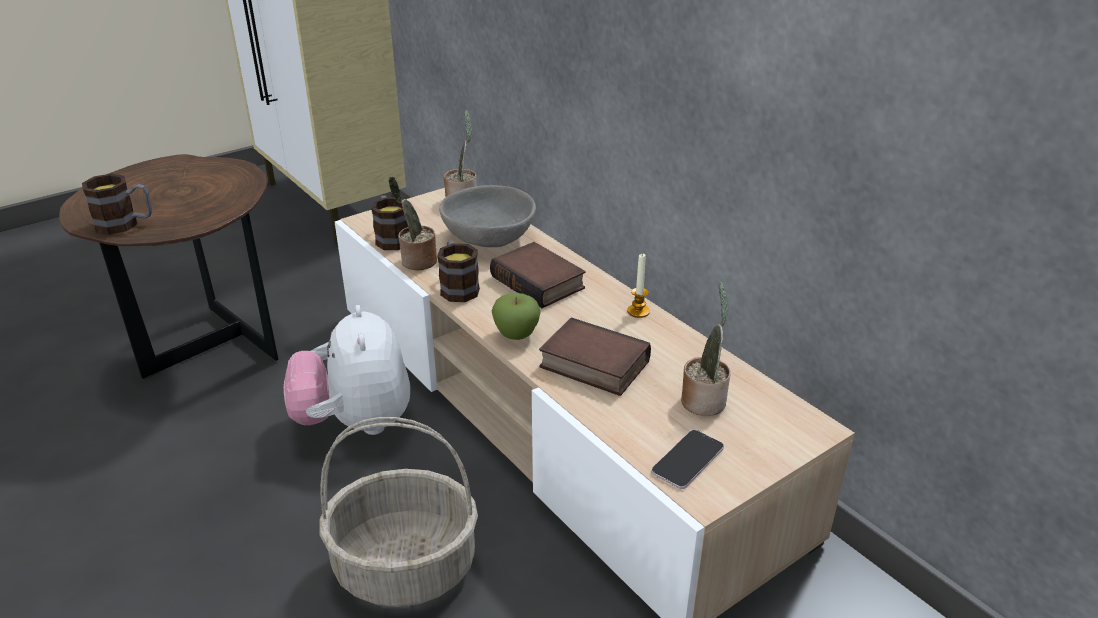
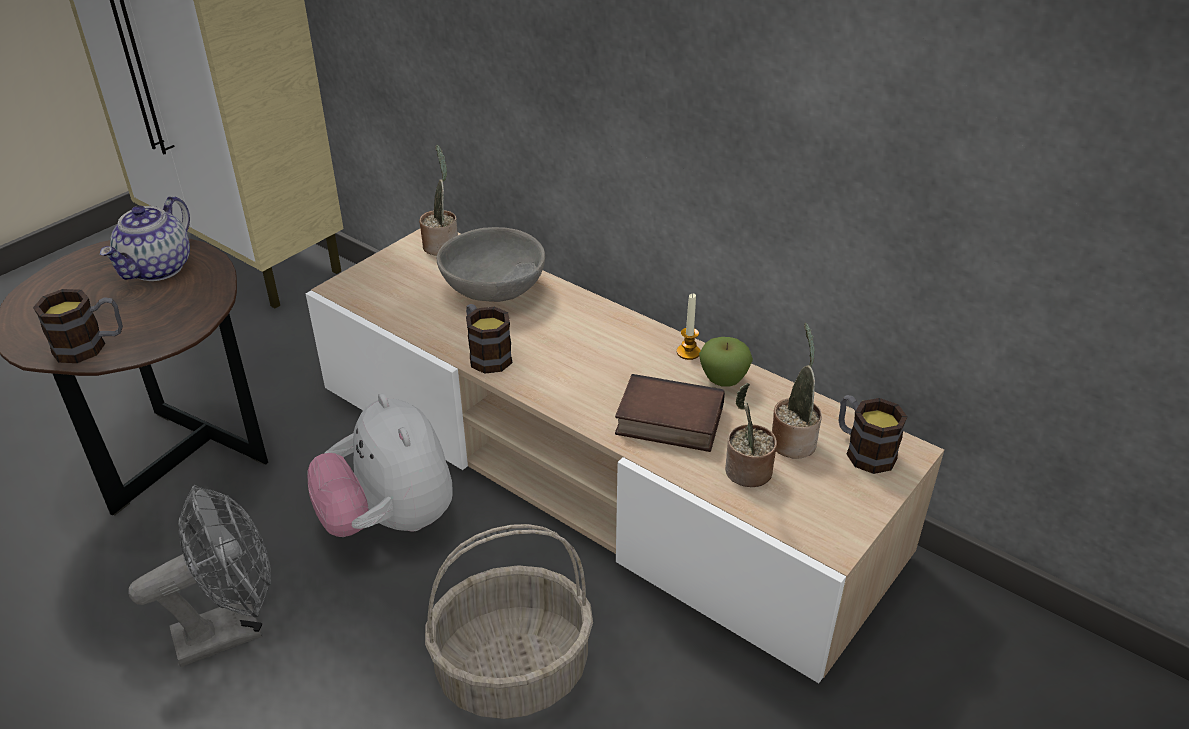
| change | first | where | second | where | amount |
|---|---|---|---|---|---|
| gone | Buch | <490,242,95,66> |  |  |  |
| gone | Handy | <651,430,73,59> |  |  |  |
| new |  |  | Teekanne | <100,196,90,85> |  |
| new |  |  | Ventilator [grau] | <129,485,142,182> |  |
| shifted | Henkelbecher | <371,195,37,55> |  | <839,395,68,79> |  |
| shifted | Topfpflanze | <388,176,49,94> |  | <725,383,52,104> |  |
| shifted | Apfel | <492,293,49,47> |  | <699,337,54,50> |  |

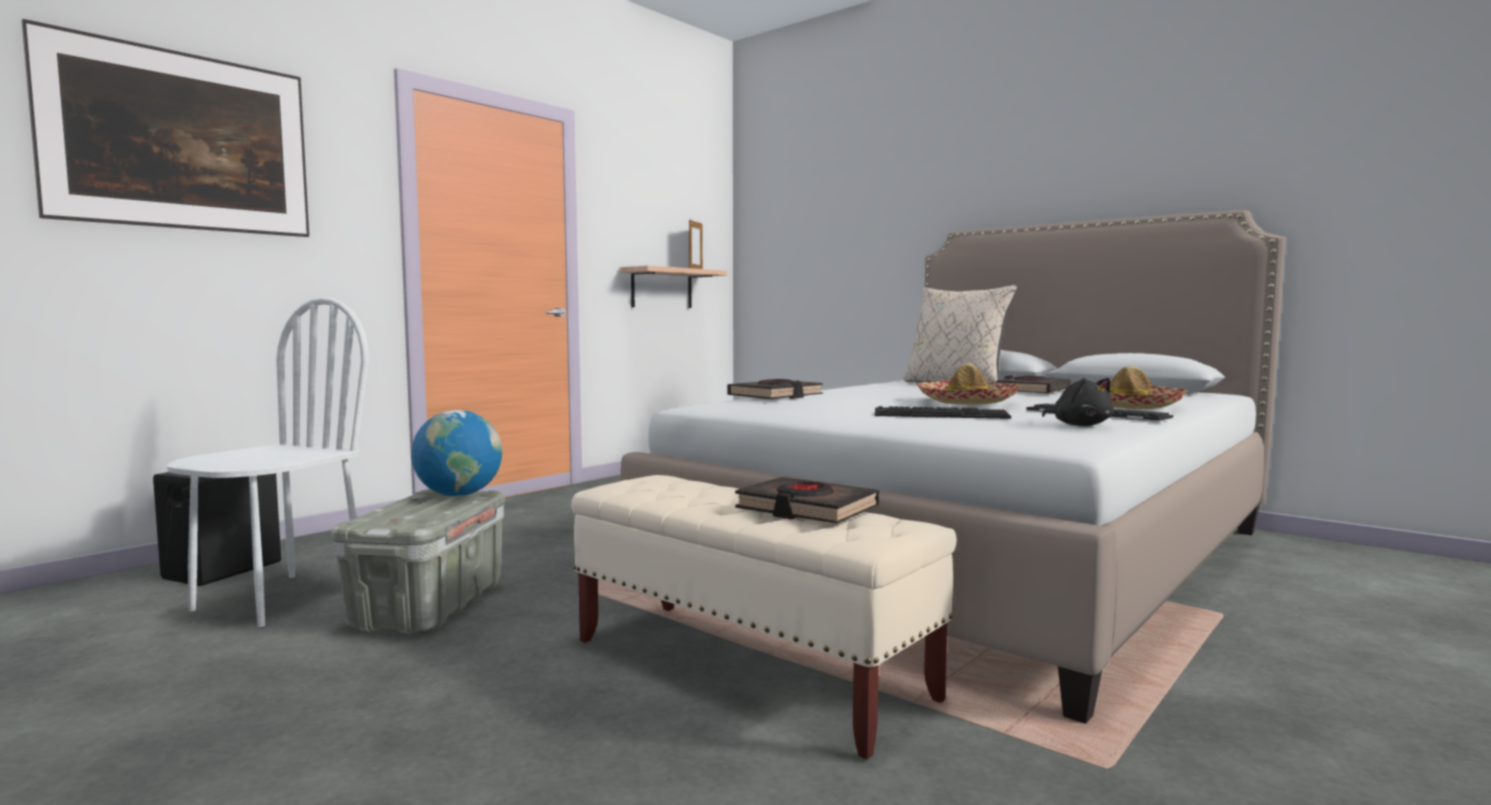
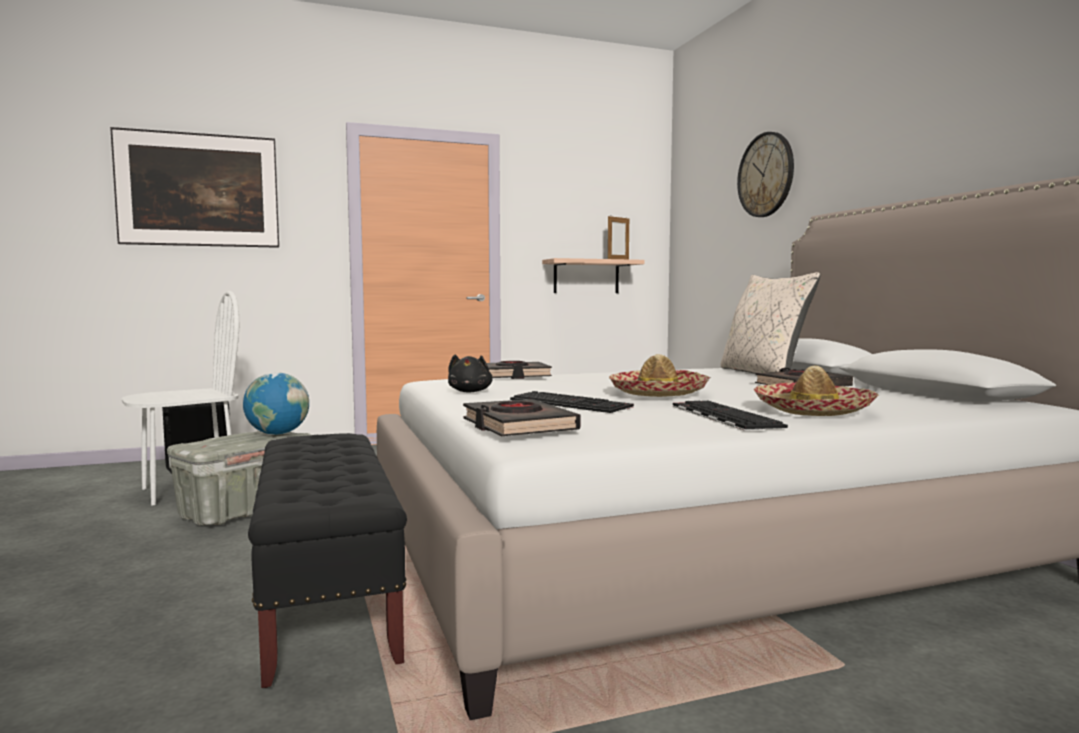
| change | first | where | second | where | amount |
|---|---|---|---|---|---|
| new |  |  | Wanduhr | <737,132,57,85> |  |
| shifted | Buch [schwarz] | <735,477,144,46> |  | <463,399,118,37> |  |
| shifted | Plüschtier [schwarz] | <1042,378,71,48> |  | <448,355,45,38> |  |
| repainted | Bank [beige] | <571,475,386,285> | Bank [schwarz] | <248,433,159,255> |  |

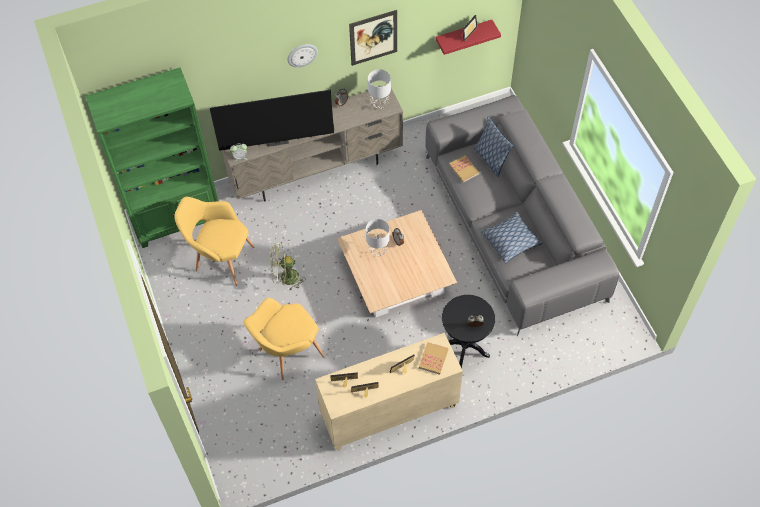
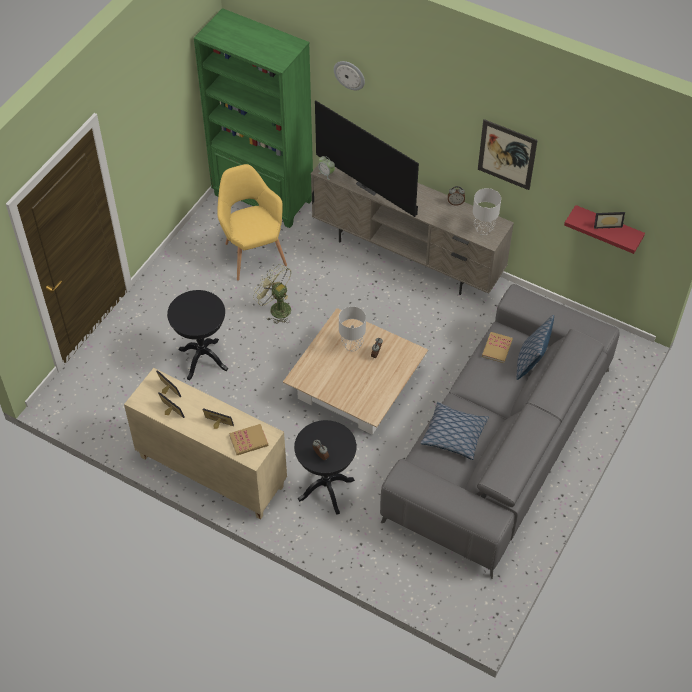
| change | first | where | second | where | amount |
|---|---|---|---|---|---|
| shifted | Wanduhr | <287,44,31,23> |  | <334,61,31,29> |  |
| swapped | Sessel [gelb] | <244,298,81,82> | Beistelltisch [schwarz] | <167,290,61,90> |  |

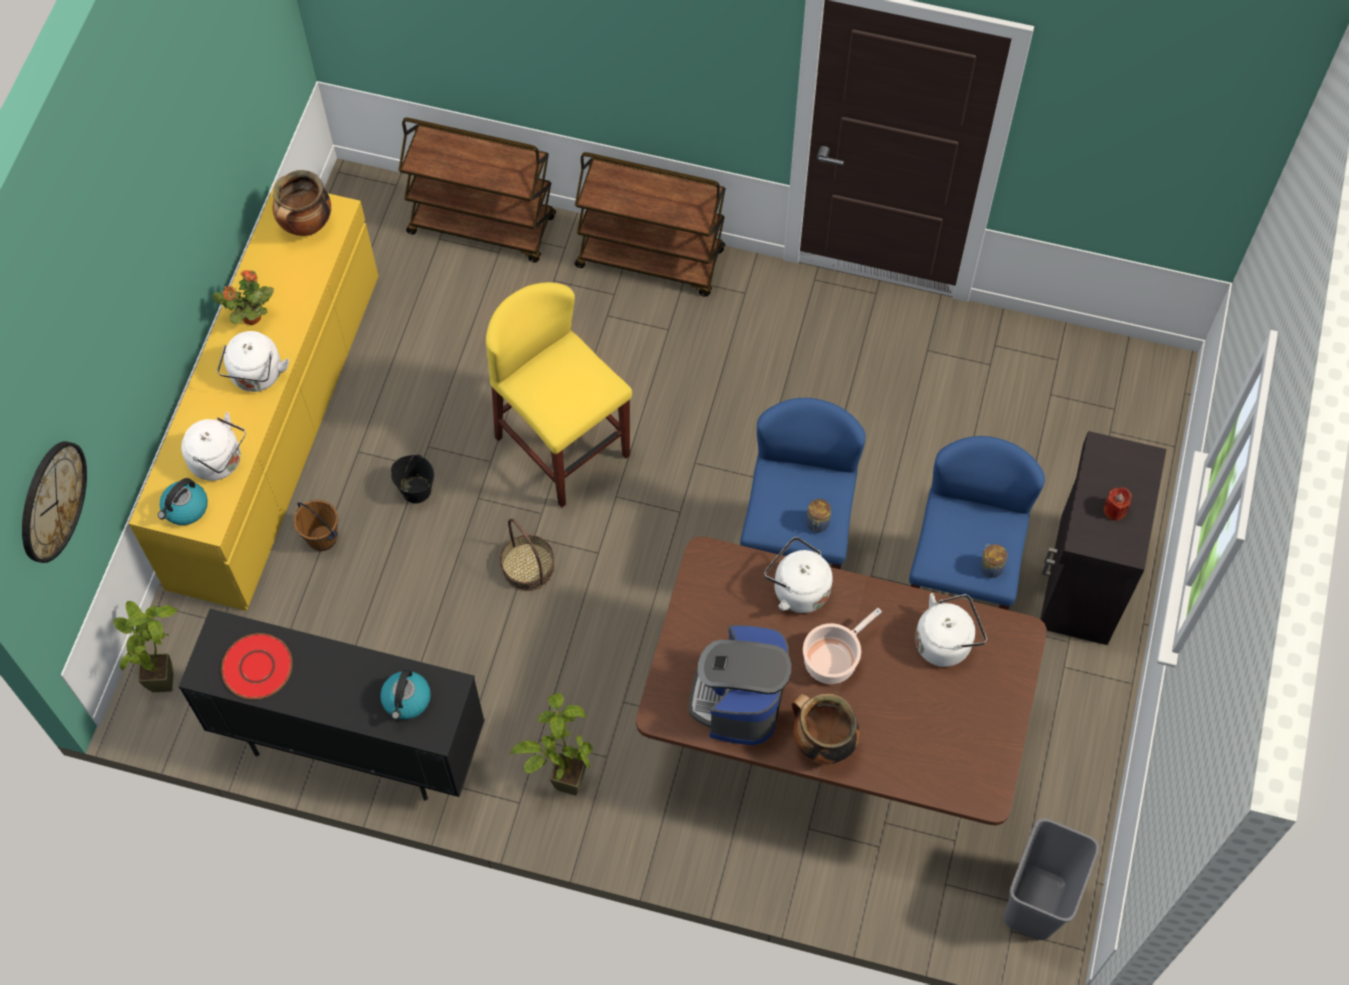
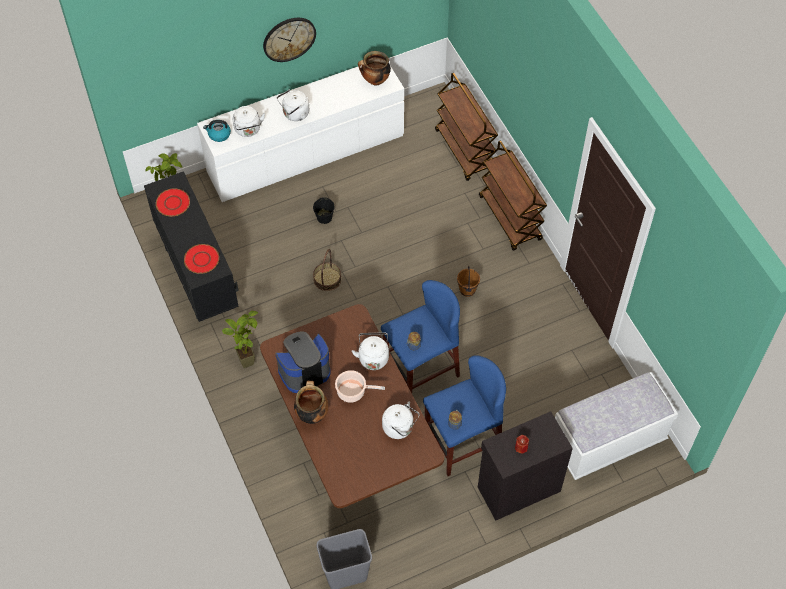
| change | first | where | second | where | amount |
|---|---|---|---|---|---|
| gone | Topfpflanze | <212,270,62,55> |  |  |  |
| gone | Hocker [gelb] | <486,282,146,226> |  |  |  |
| new |  |  | Bank [weiß] | <555,372,123,108> |  |
| shifted | Wanduhr | <22,441,65,122> |  | <263,18,53,44> |  |
| shifted | Eimer [braun] | <294,500,44,51> |  | <457,266,23,31> |  |
| swapped | Wasserkessel | <380,668,51,52> | Teller [rot] | <184,244,35,30> |  |
| repainted | Kommode [gelb] | <129,182,249,429> | Kommode [weiß] | <197,65,207,137> |  |

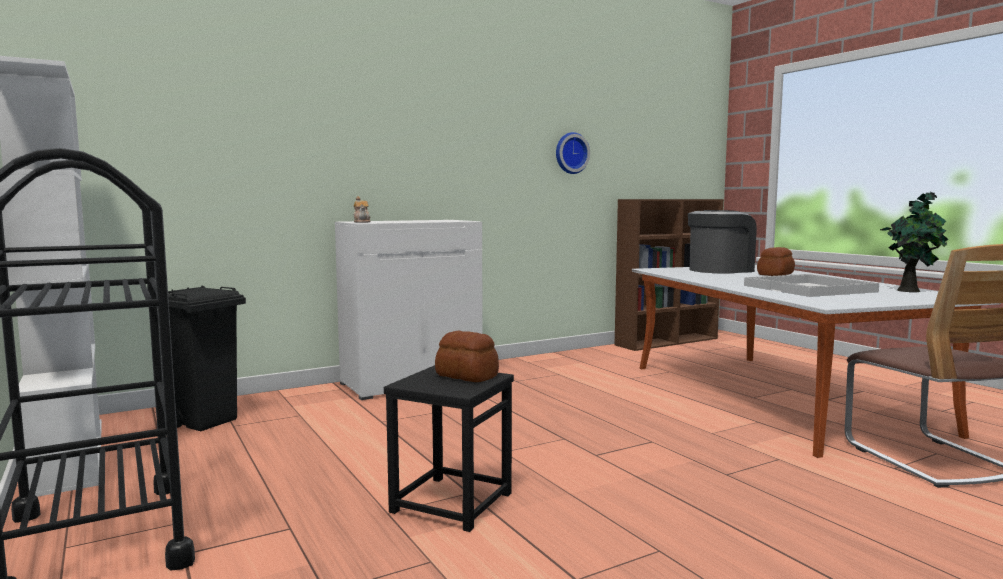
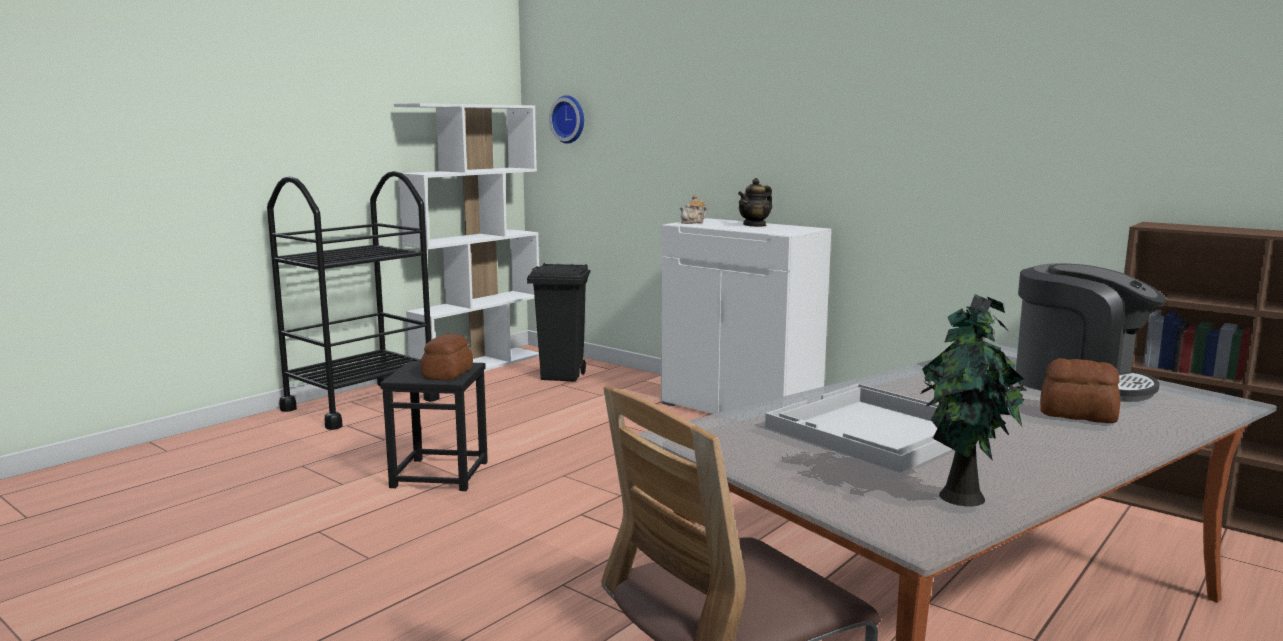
| change | first | where | second | where | amount |
|---|---|---|---|---|---|
| new |  |  | Teekanne | <738,178,34,49> |  |
| shifted | Wanduhr | <556,132,34,42> |  | <549,95,35,49> |  |

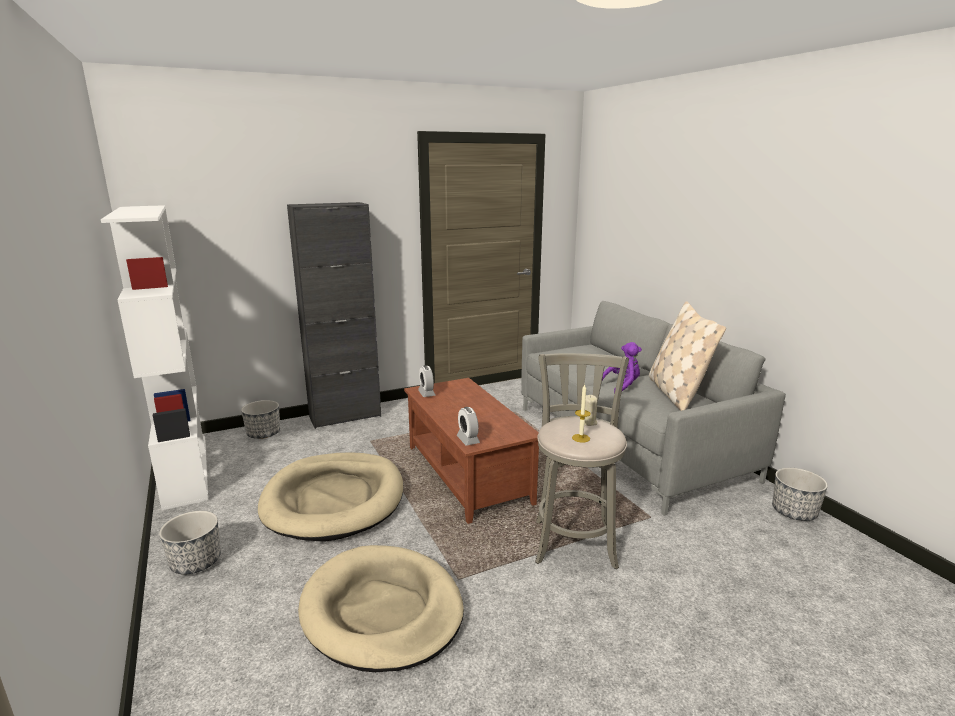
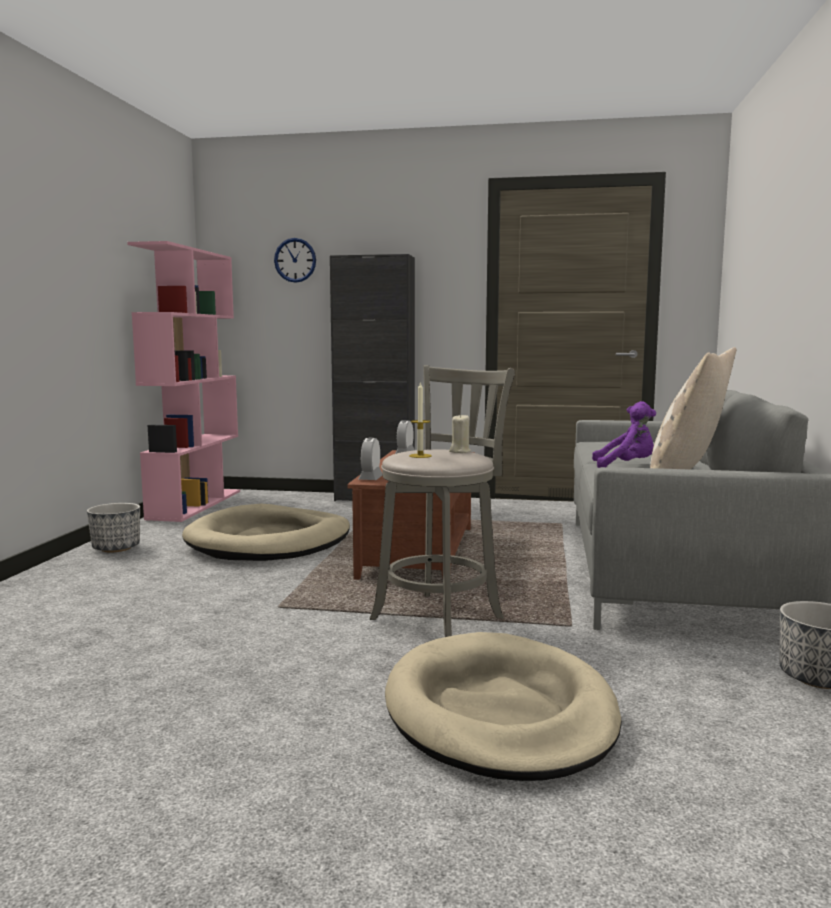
| change | first | where | second | where | amount |
|---|---|---|---|---|---|
| gone | Pflanzkübel | <241,400,39,39> |  |  |  |
| new |  |  | Wanduhr | <274,238,42,45> |  |
| shifted | Hundebett [beige] | <298,545,166,127> |  | <385,632,237,149> |  |
| repainted | Bücherregal [weiß] | <101,205,107,305> | Bücherregal [rosa] | <127,241,113,281> |  |

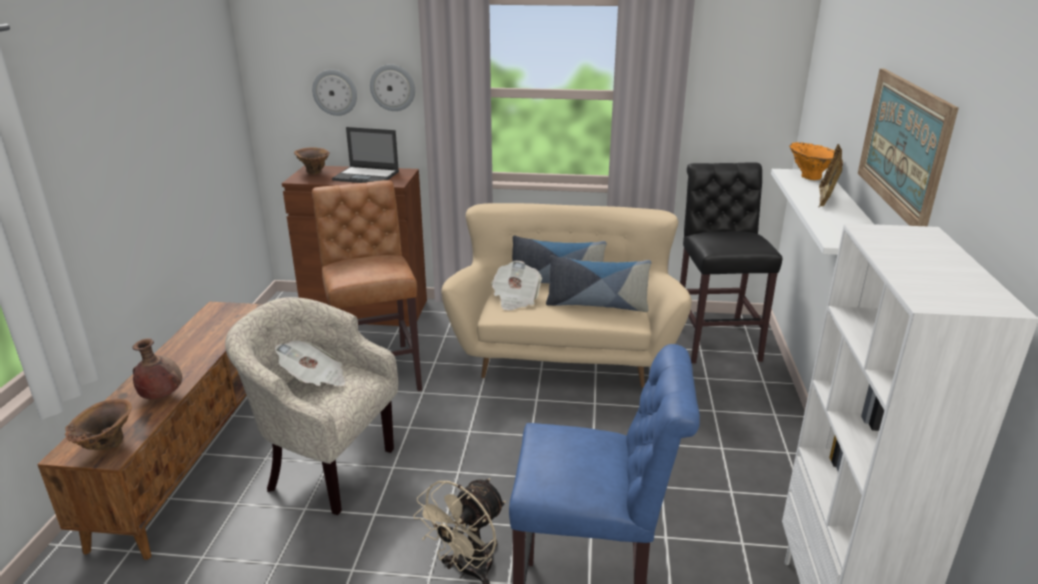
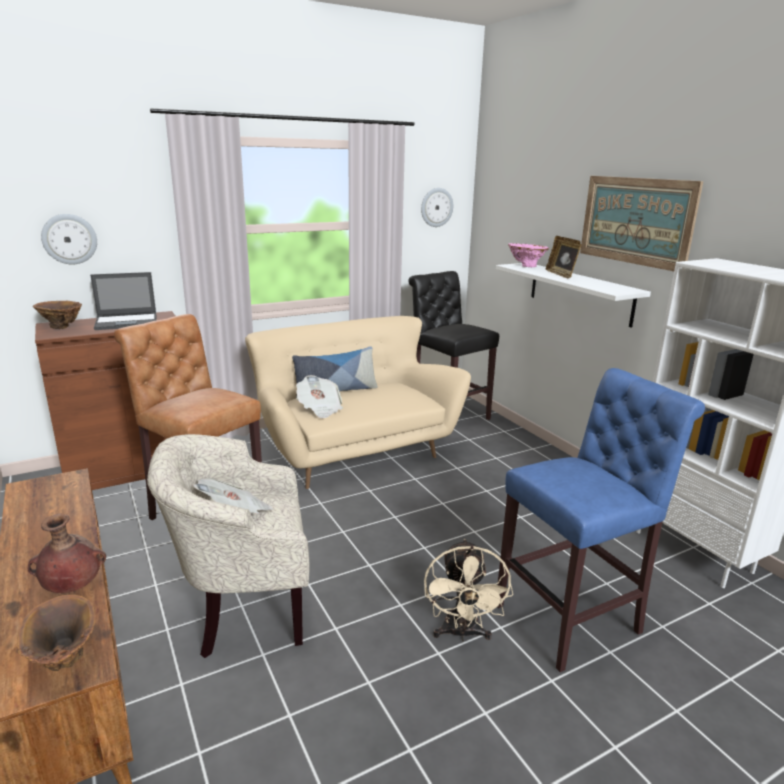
| change | first | where | second | where | amount |
|---|---|---|---|---|---|
| gone | Kissen | <546,255,105,57> |  |  |  |
| shifted | Wanduhr | <370,64,45,47> |  | <421,188,32,39> |  |
| repainted | Vase [orange] | <789,142,46,38> | Vase [rosa] | <508,243,41,24> |  |

